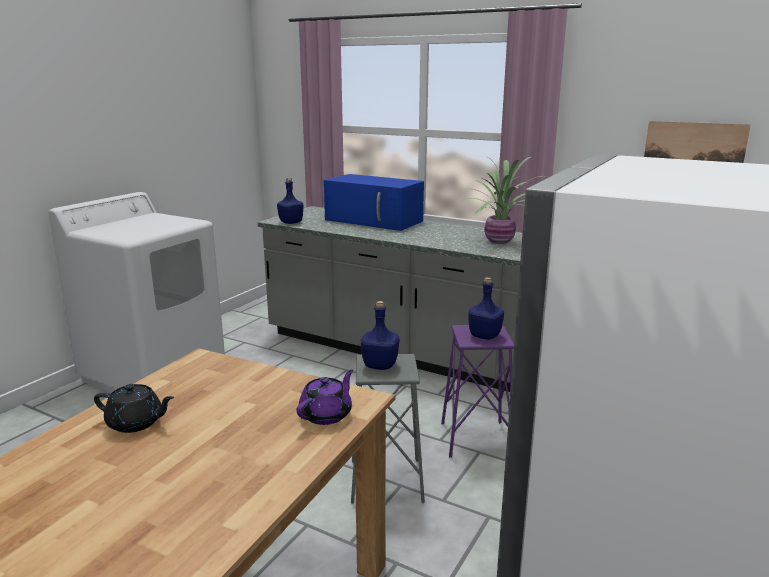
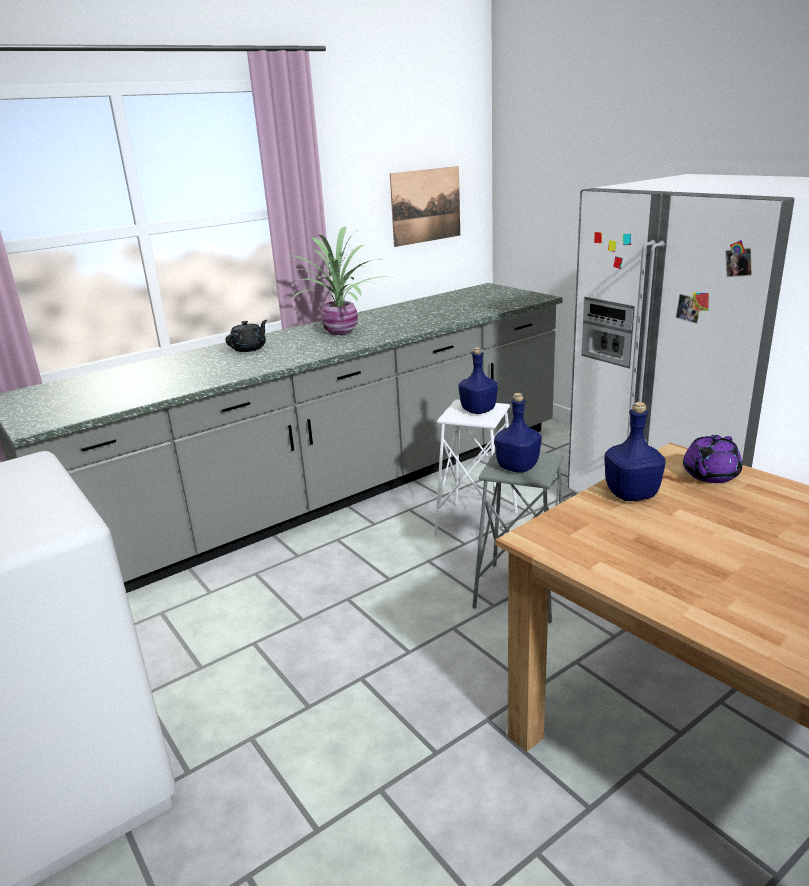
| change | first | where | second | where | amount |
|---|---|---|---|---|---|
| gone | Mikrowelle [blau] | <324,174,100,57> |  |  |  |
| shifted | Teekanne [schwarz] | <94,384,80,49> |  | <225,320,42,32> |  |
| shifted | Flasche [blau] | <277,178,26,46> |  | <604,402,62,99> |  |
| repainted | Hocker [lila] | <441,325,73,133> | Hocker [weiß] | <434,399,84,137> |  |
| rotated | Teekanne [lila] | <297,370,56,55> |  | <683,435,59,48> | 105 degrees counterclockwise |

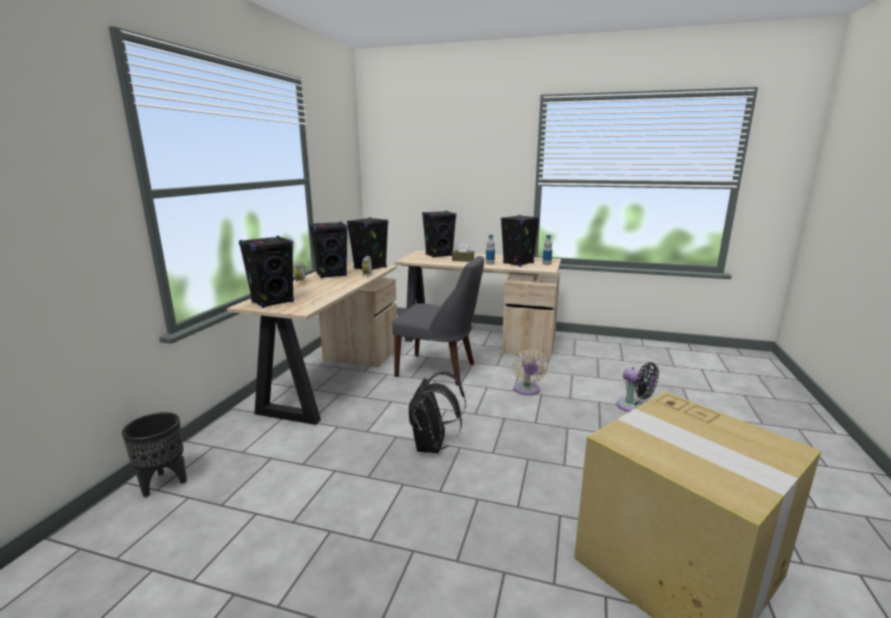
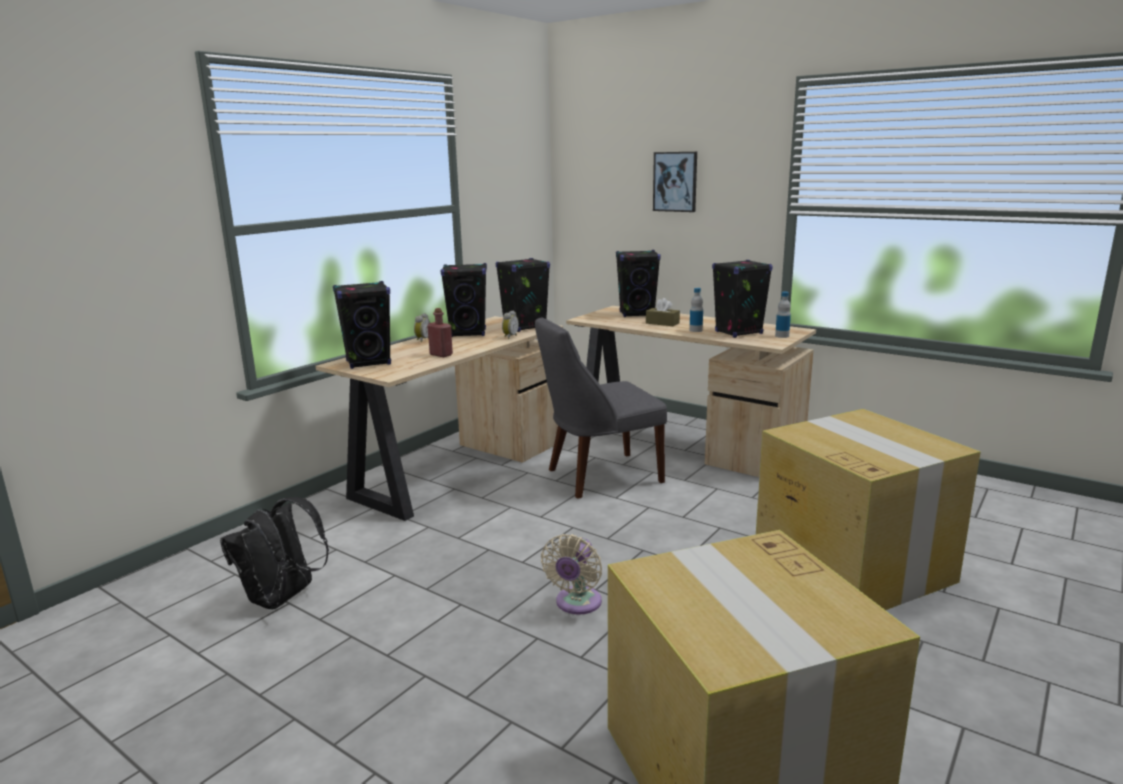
| change | first | where | second | where | amount |
|---|---|---|---|---|---|
| gone | Pflanzkübel [schwarz] | <122,412,65,85> |  |  |  |
| new |  |  | Flasche [rot] | <427,308,26,49> |  |
| new |  |  | Bild | <653,152,44,60> |  |
| shifted | Rucksack [schwarz] | <409,372,57,81> |  | <220,497,109,112> |  |
| shifted | Ventilator [beige] | <512,350,36,45> |  | <541,534,61,81> |  |
| swapped | Ventilator [schwarz] | <616,362,43,50> | Karton | <756,409,225,201> |  |
| rotated | Stuhl [grau] | <392,256,92,130> |  | <535,317,132,182> | 120 degrees clockwise |

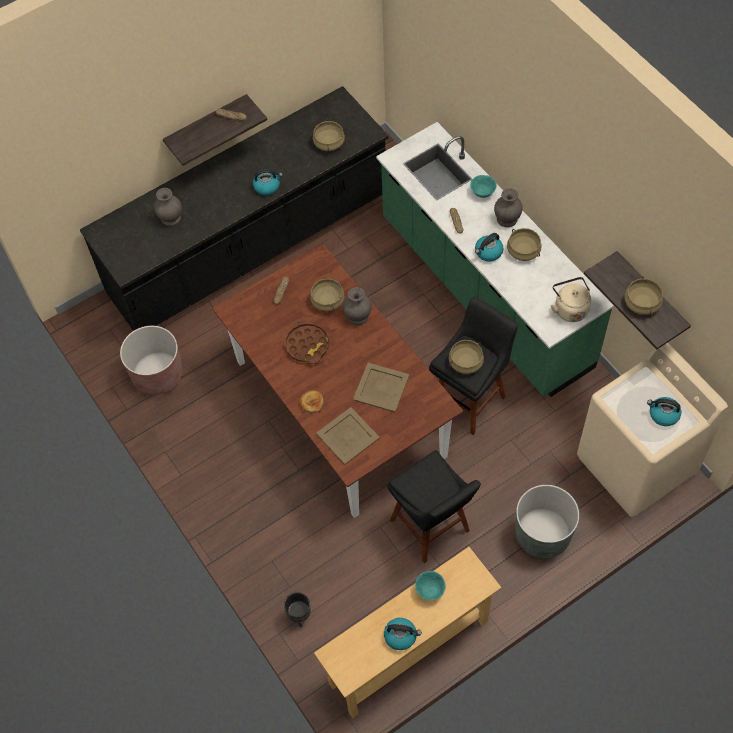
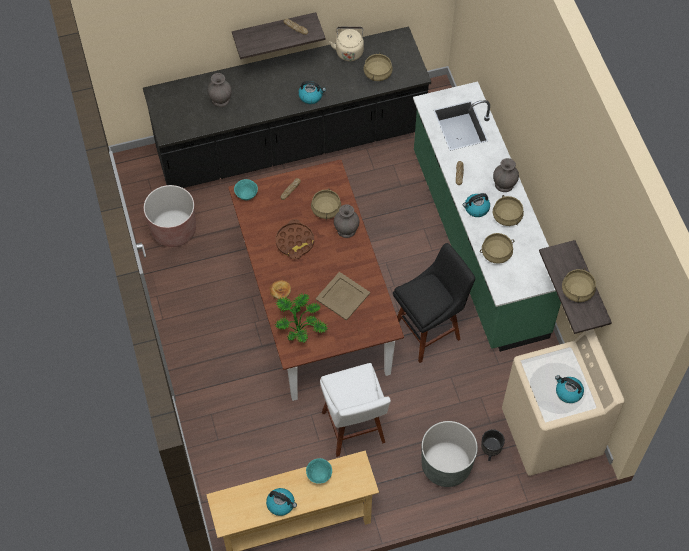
| change | first | where | second | where | amount |
|---|---|---|---|---|---|
| shifted | Pflanzkübel [schwarz] | <284,592,27,35> |  | <481,429,24,32> |  |
| shifted | Kochtopf [beige] | <449,340,35,34> |  | <480,233,34,31> |  |
| shifted | Schüssel [türkis] | <470,175,27,23> |  | <234,179,24,21> |  |
| shifted | Wasserkessel [beige] | <551,277,40,45> |  | <330,26,34,35> |  |
| swapped | Tablett [beige] | <316,407,64,58> | Topfpflanze | <275,293,53,50> |  |
| repainted | Hocker [schwarz] | <387,450,94,113> | Hocker [weiß] | <320,363,71,94> |  |

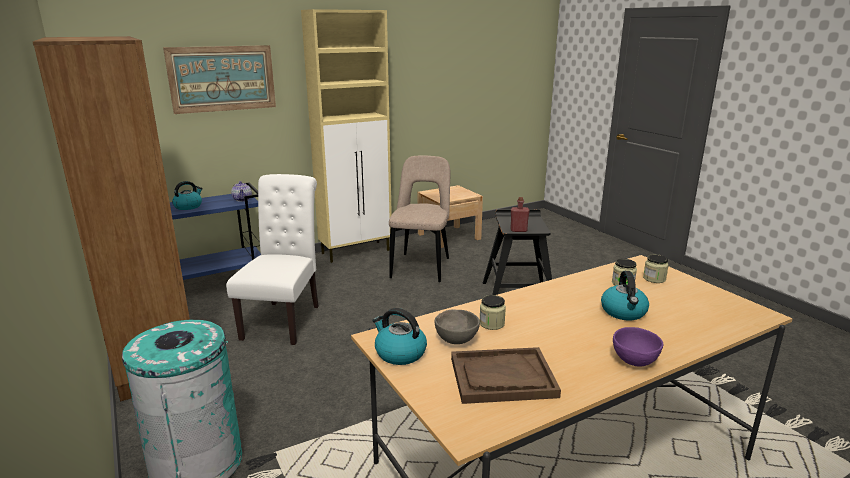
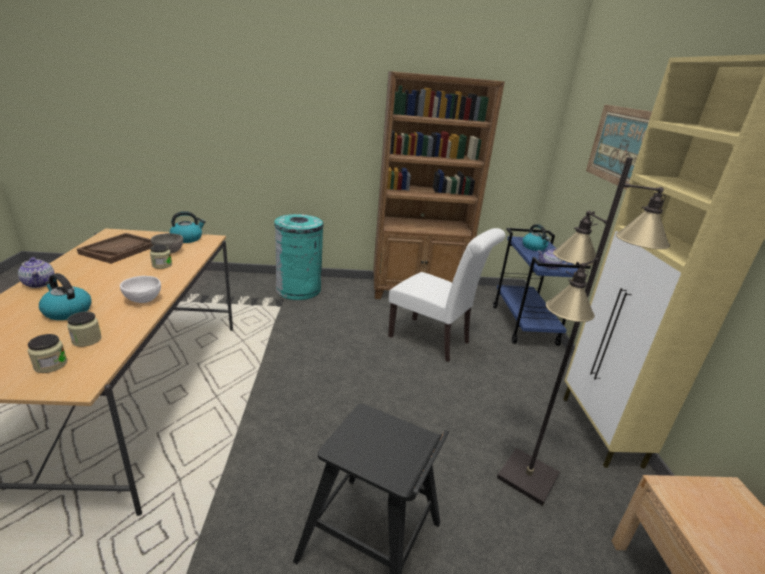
| change | first | where | second | where | amount |
|---|---|---|---|---|---|
| gone | Flasche [rot] | <510,197,20,35> |  |  |  |
| new |  |  | Schüssel [weiß] | <120,276,41,27> |  |
| swapped | Stuhl [beige] | <389,156,62,126> | Stehlampe [schwarz] | <497,157,173,349> |  |
| swapped | Schüssel [lila] | <613,327,50,40> | Teekanne | <18,257,37,31> |  |

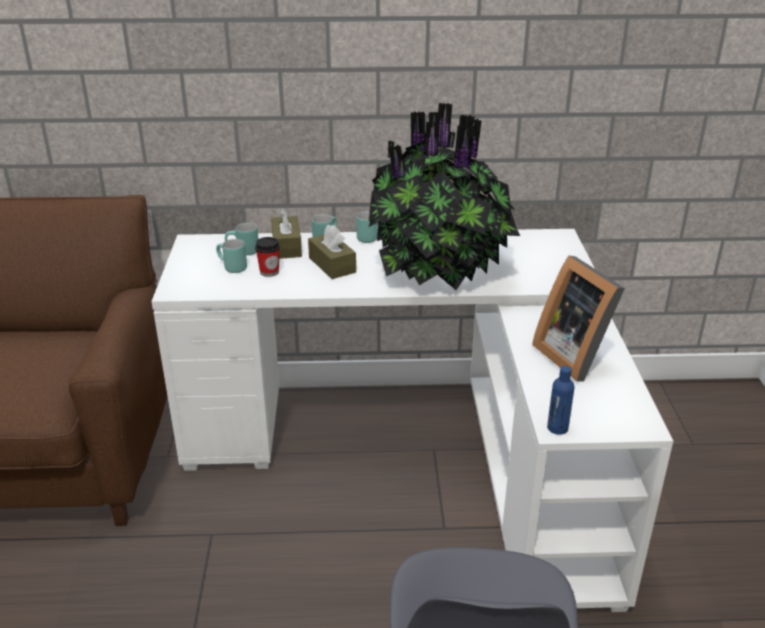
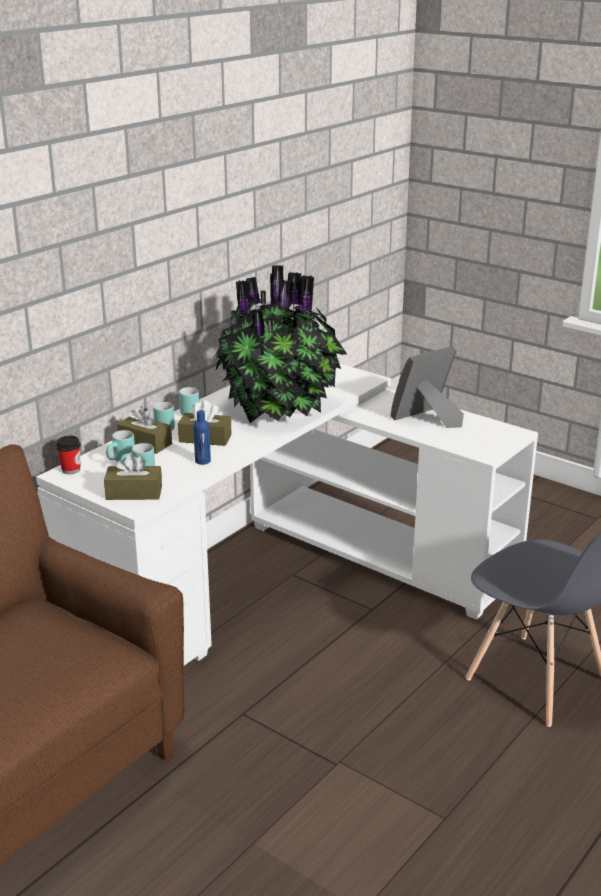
| change | first | where | second | where | amount |
|---|---|---|---|---|---|
| new |  |  | Taschentuchbox [braun] | <104,453,58,47> |  |
| shifted | Tasse | <255,237,25,40> |  | <56,436,25,38> |  |
| shifted | Flasche [blau] | <547,366,28,69> |  | <193,410,18,55> |  |
| rotated | Bilderrahmen | <532,255,93,126> |  | <391,346,73,82> | 135 degrees clockwise |

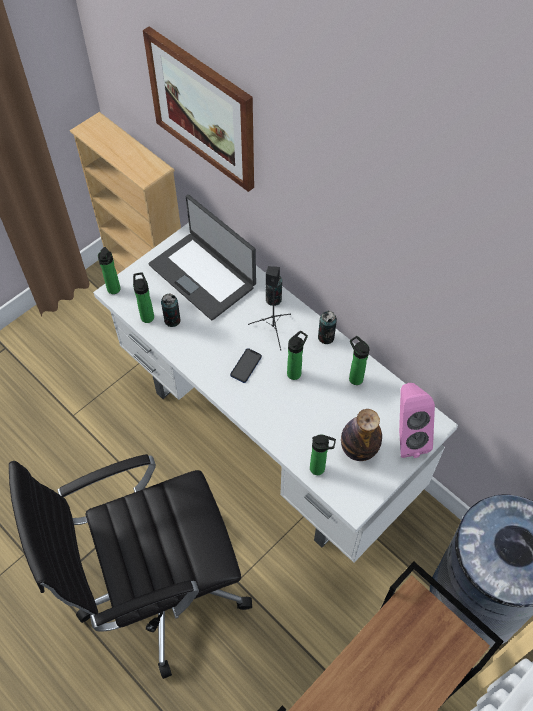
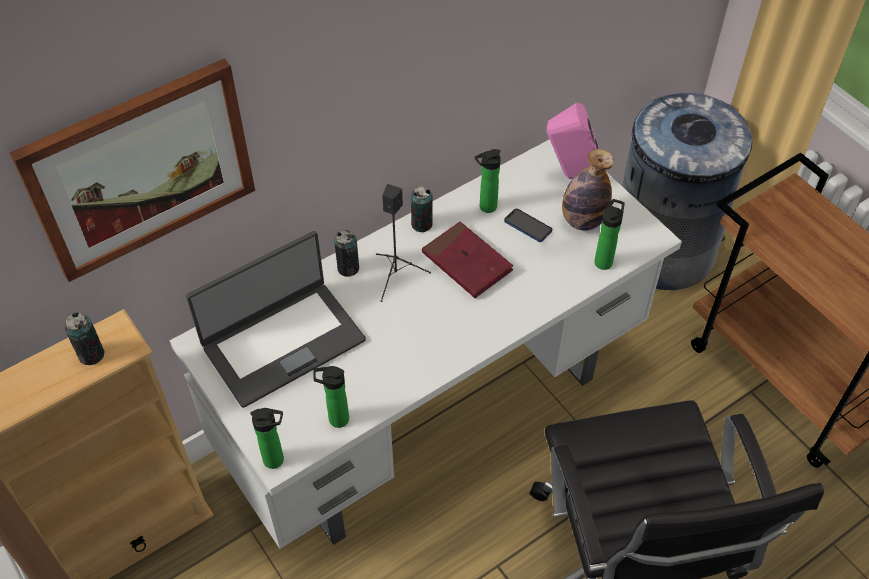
| change | first | where | second | where | amount |
|---|---|---|---|---|---|
| shifted | Dose | <161,294,20,33> |  | <65,312,40,53> |  |
| shifted | Handy | <230,348,32,35> |  | <504,209,48,33> |  |
| swapped | Flasche | <287,331,21,49> | Buch [rot] | <422,222,91,76> |  |

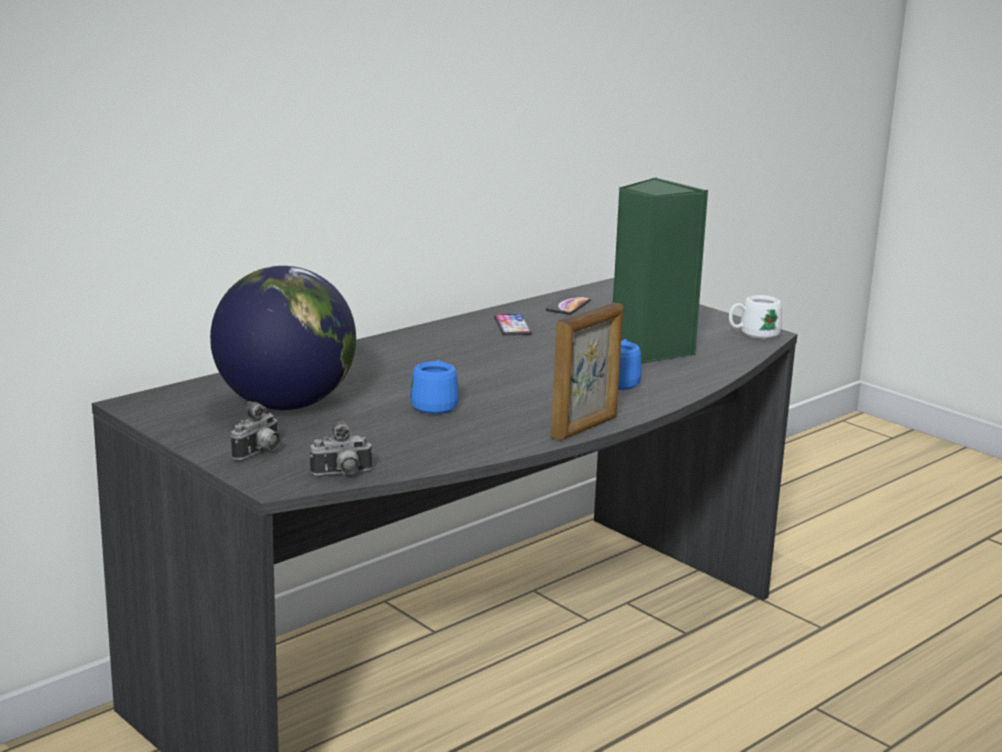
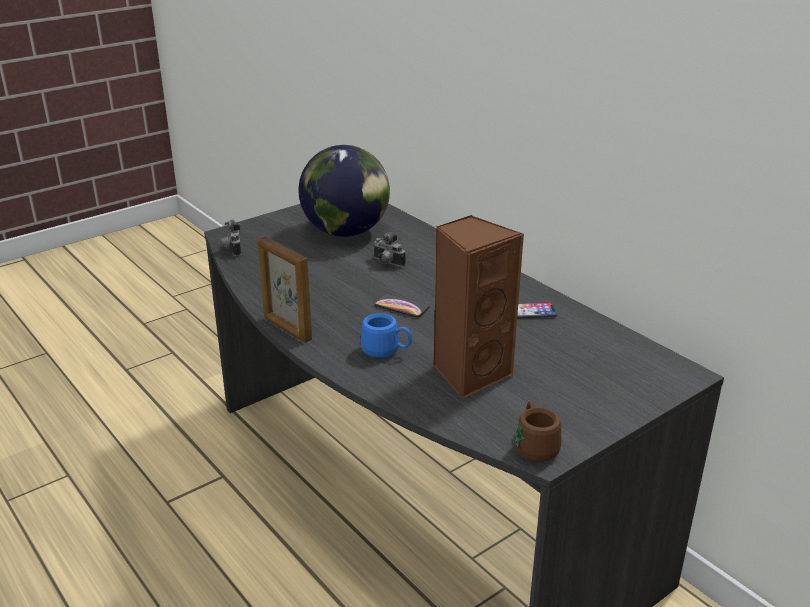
| change | first | where | second | where | amount |
|---|---|---|---|---|---|
| gone | Henkelbecher [blau] | <410,359,49,55> |  |  |  |
| shifted | Kamera | <231,401,49,59> |  | <373,232,33,35> |  |
| shifted | Handy | <546,295,45,20> |  | <374,294,56,24> |  |
| repainted | Lautsprecher [grün] | <613,177,96,187> | Lautsprecher [braun] | <433,215,91,184> |  |
| repainted | Henkelbecher [weiß] | <729,295,53,44> | Henkelbecher [braun] | <515,401,46,61> |  |

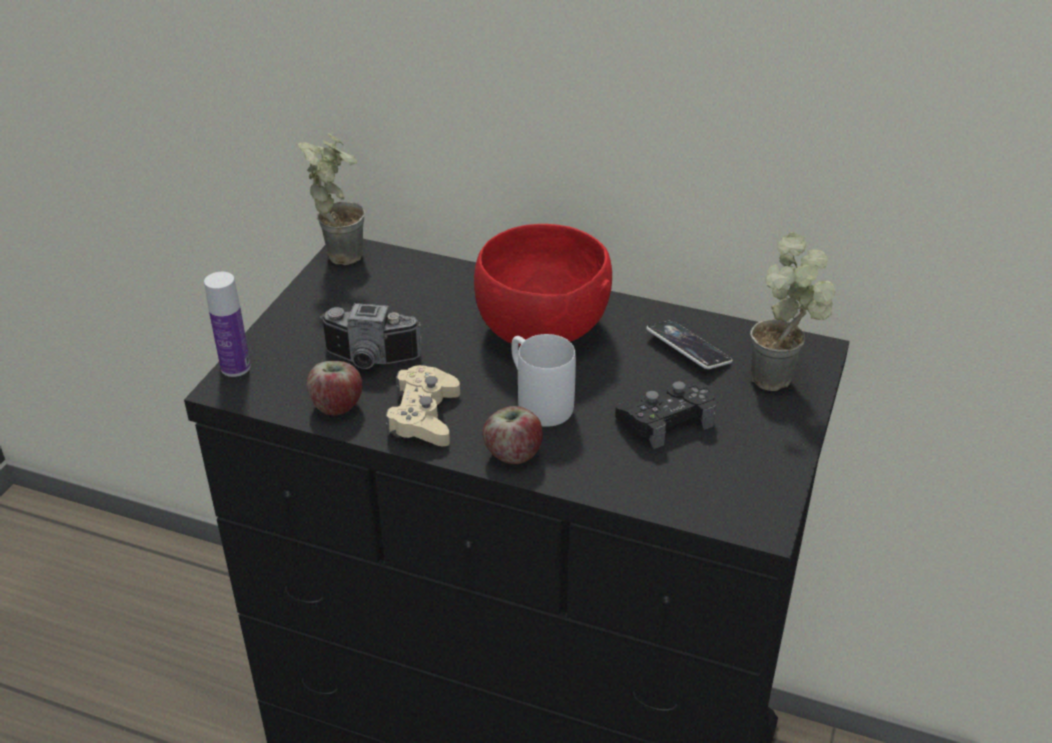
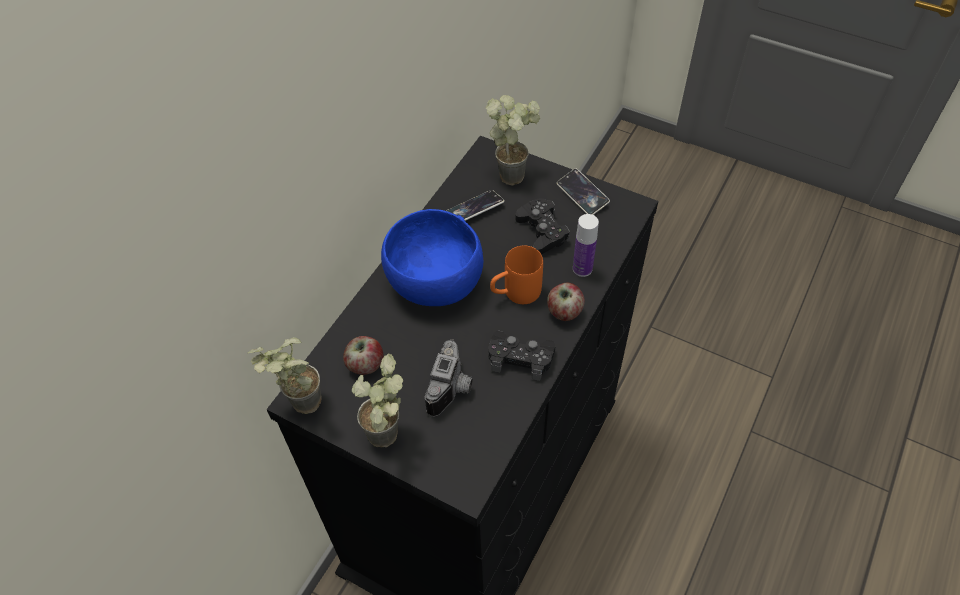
| change | first | where | second | where | amount |
|---|---|---|---|---|---|
| new |  |  | Topfpflanze | <352,354,51,93> |  |
| new |  |  | Handy | <557,169,53,46> |  |
| shifted | Flasche | <204,272,47,105> |  | <573,214,26,63> |  |
| shifted | Apfel | <307,361,55,54> |  | <343,336,40,39> |  |
| repainted | Gamepad [beige] | <386,365,74,81> | Gamepad [schwarz] | <488,331,68,50> |  |
| repainted | Schüssel [rot] | <474,224,138,122> | Schüssel [blau] | <381,209,102,97> |  |
| repainted | Henkelbecher [weiß] | <511,334,65,93> | Henkelbecher [orange] | <490,245,53,59> |  |

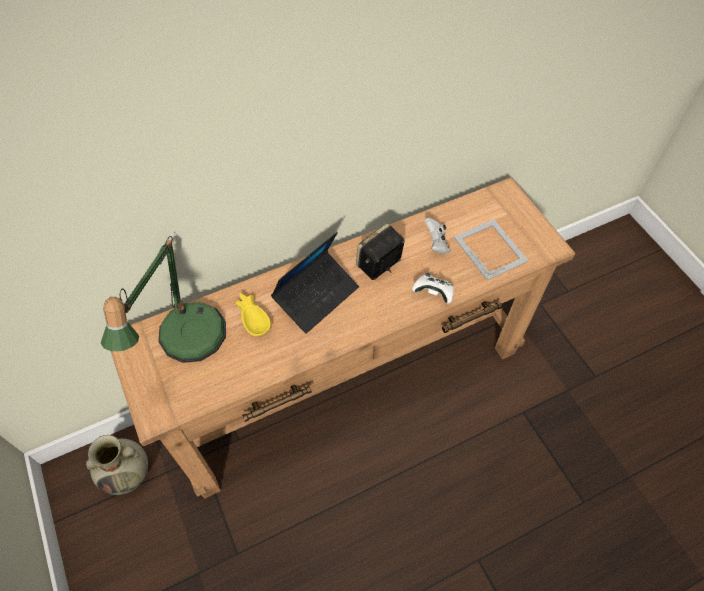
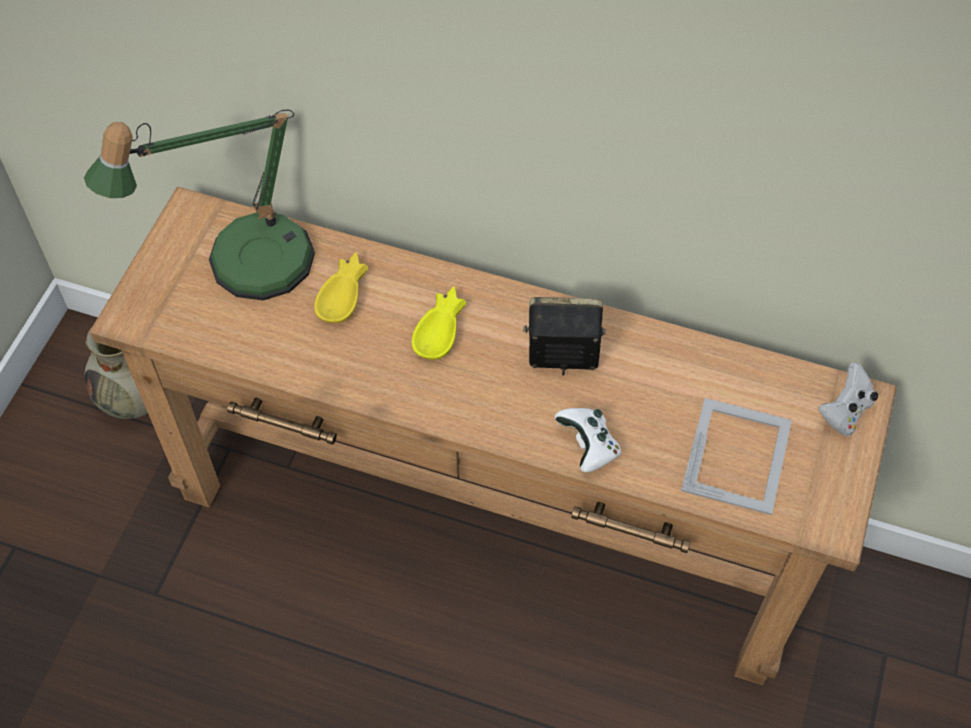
| change | first | where | second | where | amount |
|---|---|---|---|---|---|
| shifted | Gamepad [weiß] | <424,217,27,37> |  | <819,363,59,73> |  |
| swapped | Laptop | <271,232,88,102> | Schüssel [gelb] | <412,286,54,74> |  |

